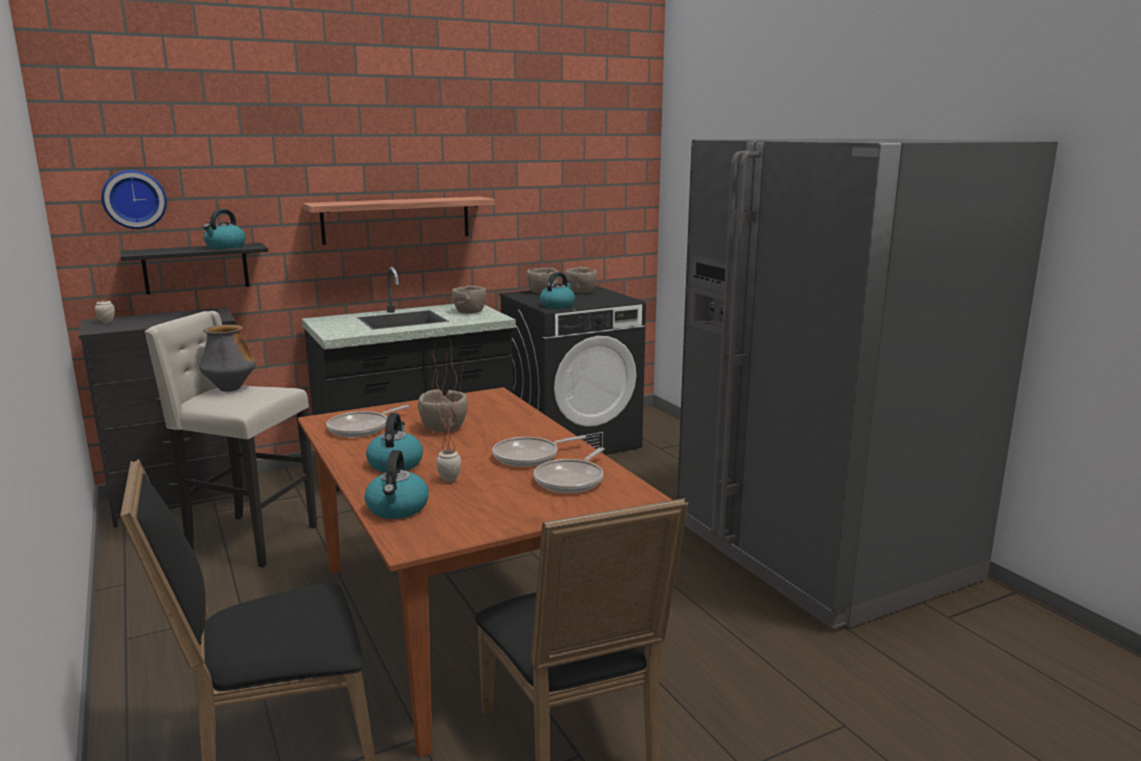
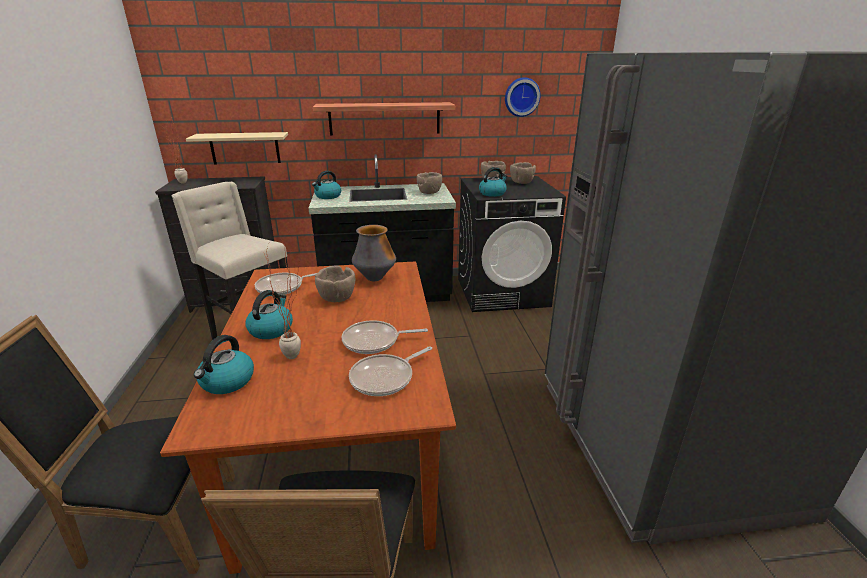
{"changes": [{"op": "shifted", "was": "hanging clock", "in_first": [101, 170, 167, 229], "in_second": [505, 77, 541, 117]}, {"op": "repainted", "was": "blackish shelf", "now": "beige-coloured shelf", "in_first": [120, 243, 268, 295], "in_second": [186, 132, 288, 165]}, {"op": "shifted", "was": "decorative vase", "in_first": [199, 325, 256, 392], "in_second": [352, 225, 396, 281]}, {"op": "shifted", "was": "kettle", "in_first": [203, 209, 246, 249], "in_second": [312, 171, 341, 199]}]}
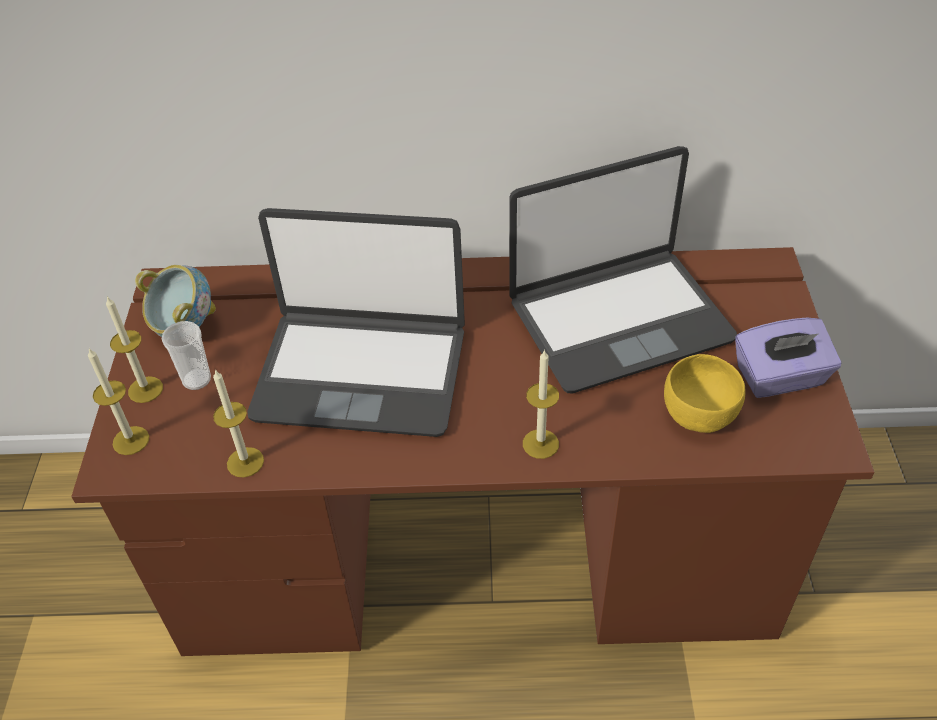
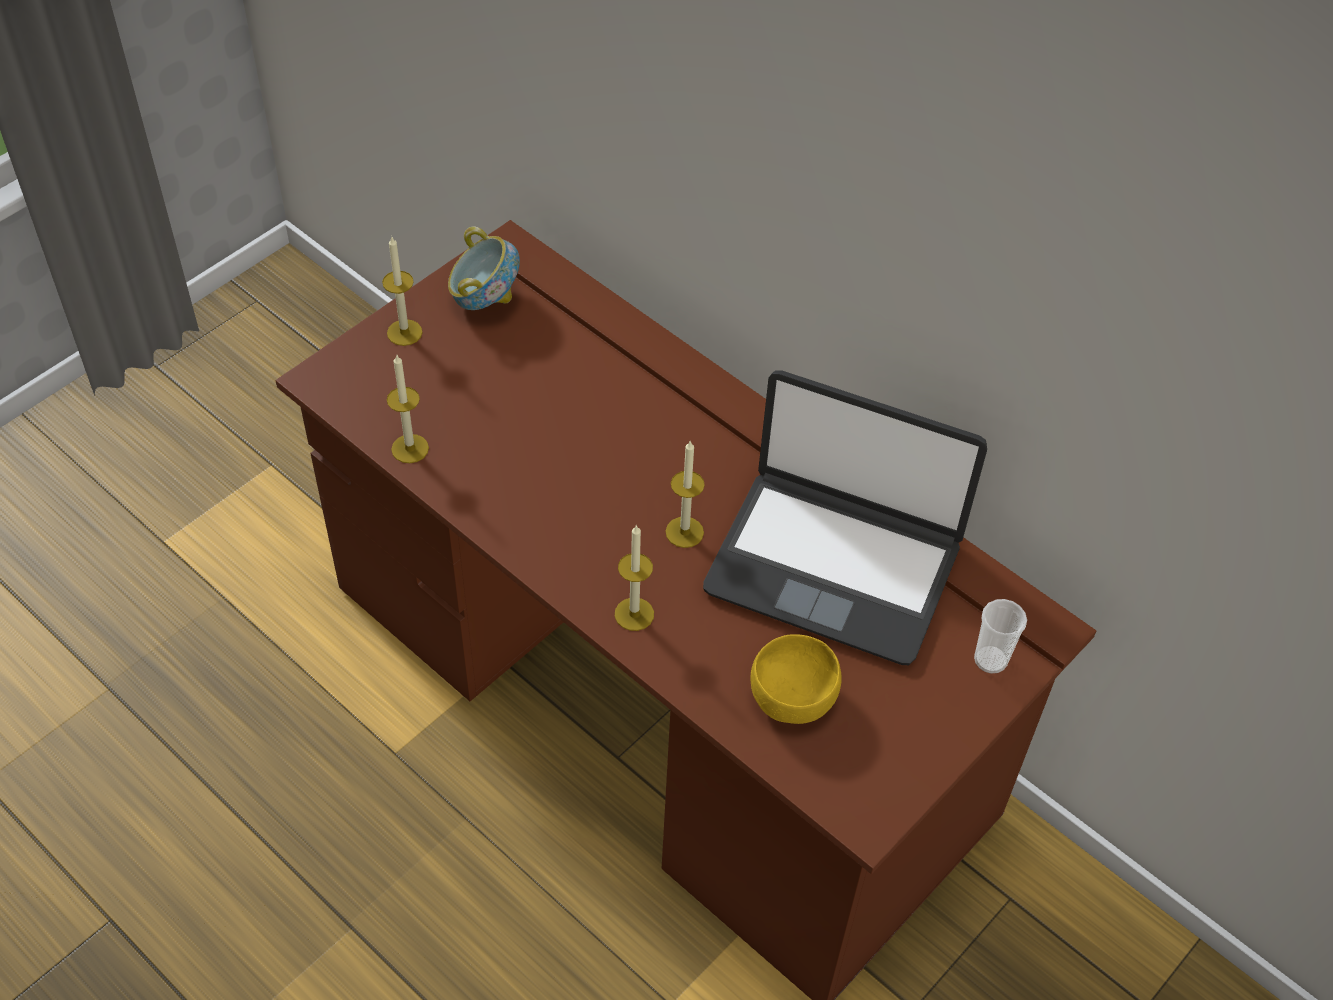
{"changes": [{"op": "shifted", "was": "wax candle", "in_first": [88, 348, 149, 455], "in_second": [666, 440, 705, 548]}, {"op": "shifted", "was": "drinking cup", "in_first": [162, 321, 211, 390], "in_second": [974, 599, 1027, 674]}, {"op": "gone", "was": "notebook computer", "in_first": [247, 208, 465, 437]}, {"op": "gone", "was": "purple-coloured tissue box", "in_first": [735, 318, 842, 398]}]}
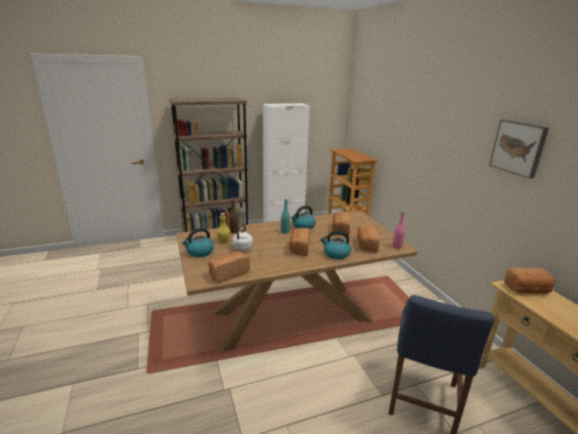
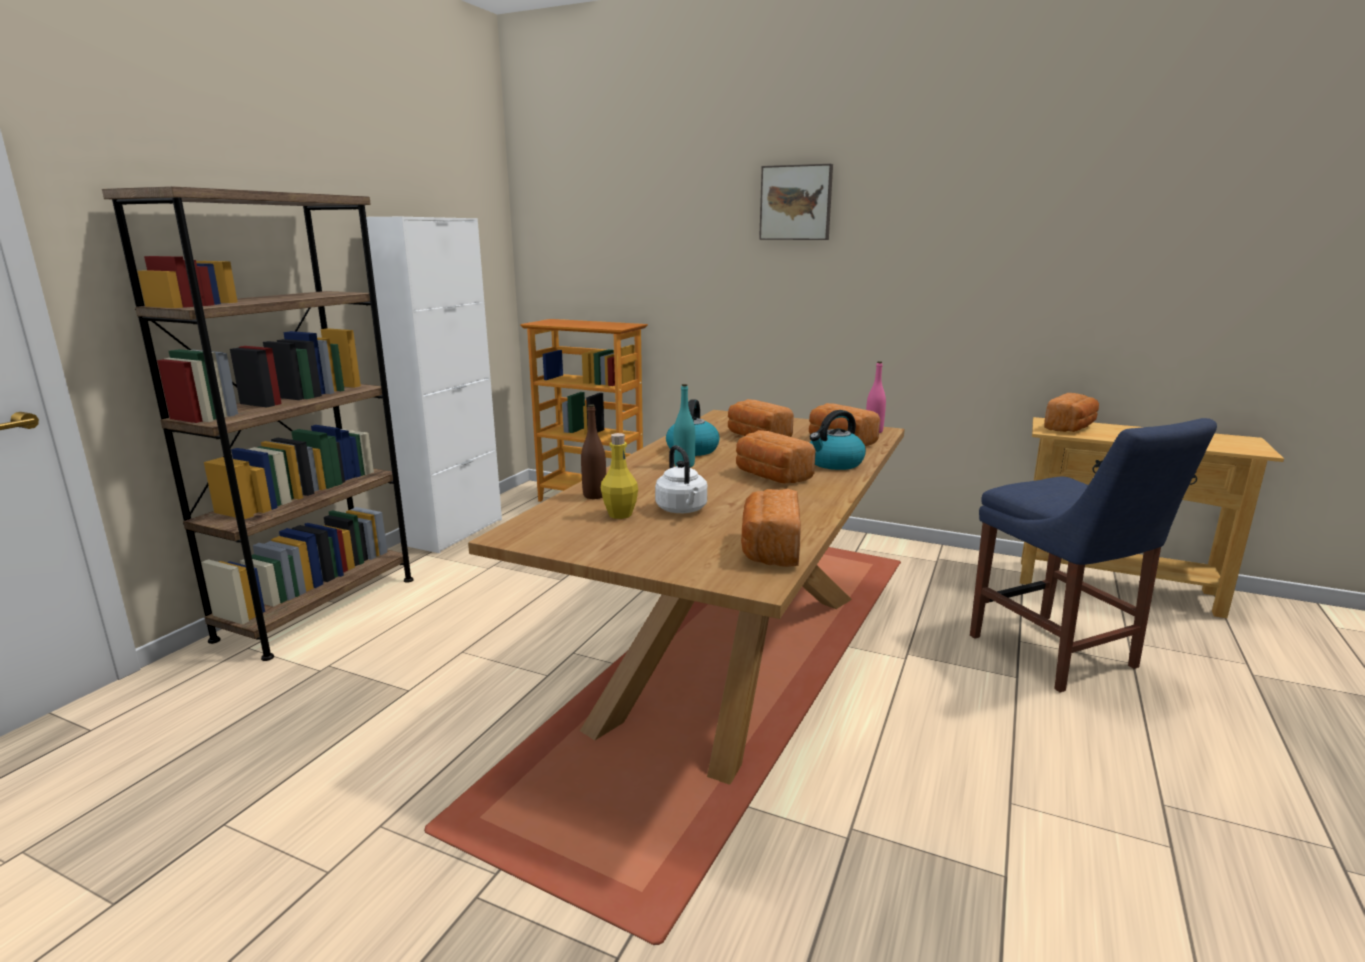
{"changes": [{"op": "gone", "was": "kettle", "in_first": [182, 228, 214, 257]}, {"op": "shifted", "was": "wall art", "in_first": [489, 120, 549, 178], "in_second": [759, 164, 833, 240]}]}
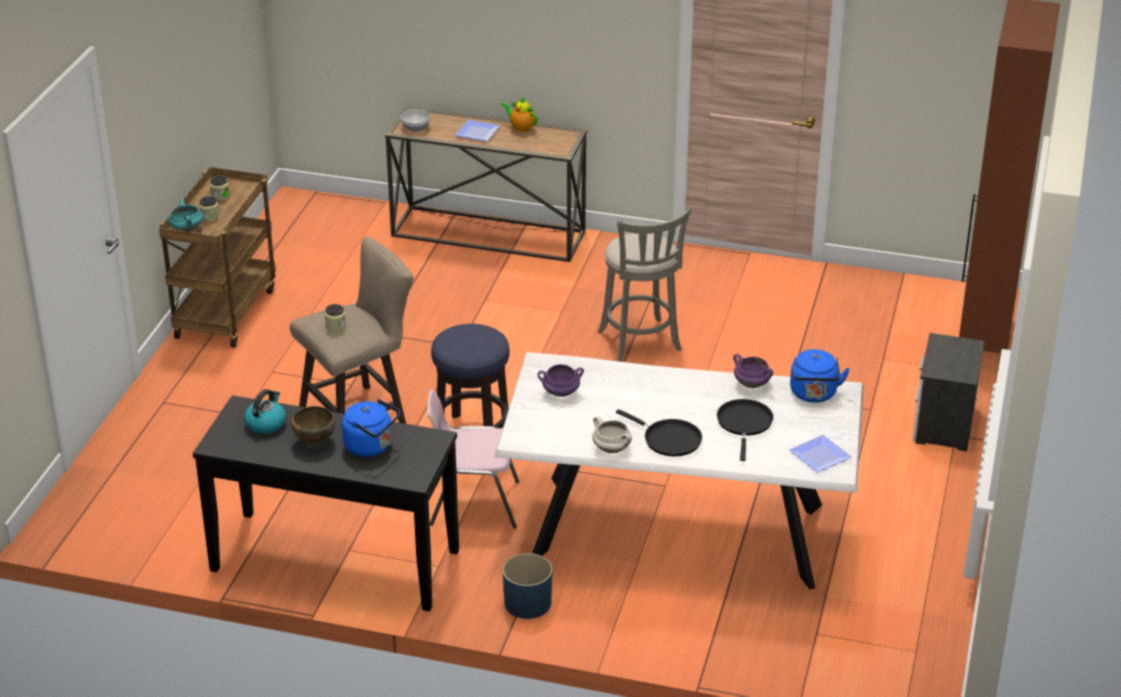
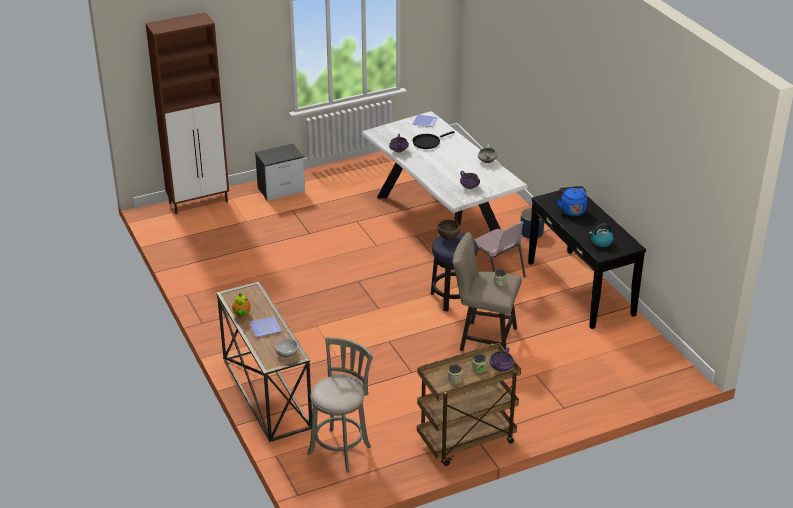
{"changes": [{"op": "repainted", "was": "turquoise-coloured cooking pot", "now": "purple-coloured cooking pot", "in_first": [168, 199, 203, 232], "in_second": [490, 347, 514, 372]}, {"op": "shifted", "was": "brown-coloured bowl", "in_first": [291, 406, 335, 444], "in_second": [437, 220, 460, 240]}, {"op": "shifted", "was": "greyish stool", "in_first": [598, 207, 691, 362], "in_second": [307, 337, 373, 472]}, {"op": "gone", "was": "blackish pan", "in_first": [616, 409, 702, 457]}, {"op": "gone", "was": "blue kettle", "in_first": [790, 349, 850, 403]}]}
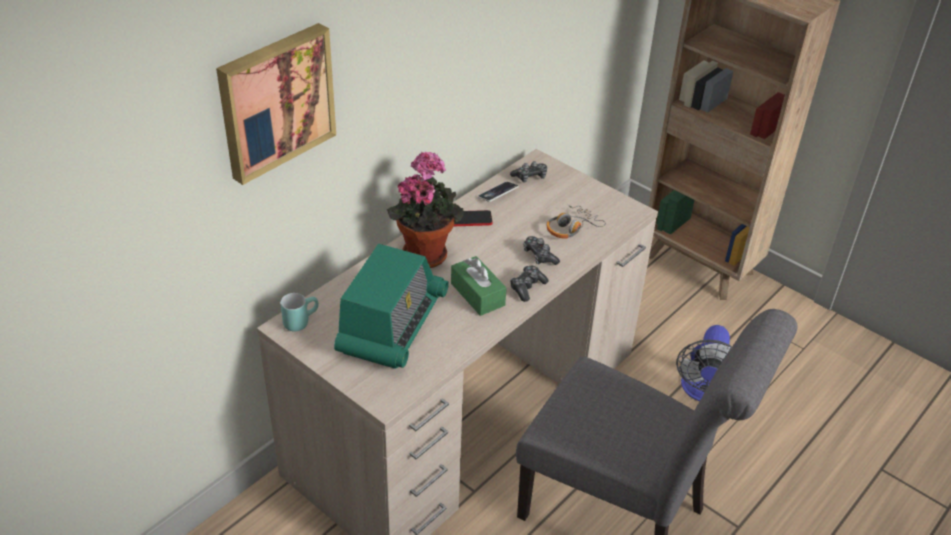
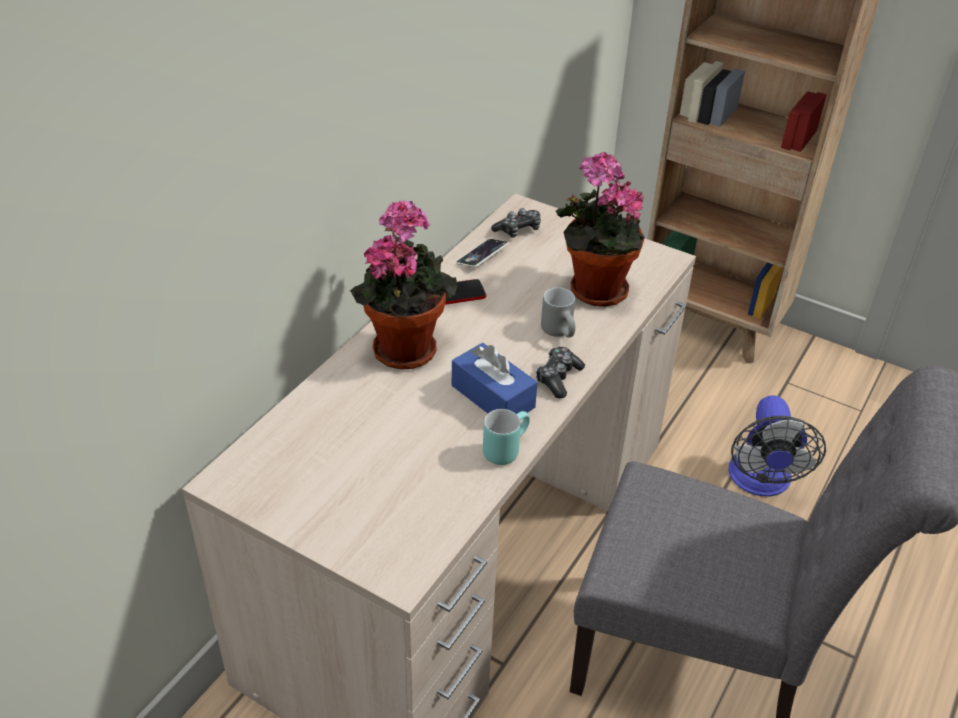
{"changes": [{"op": "gone", "was": "wall art", "in_first": [216, 23, 336, 185]}, {"op": "shifted", "was": "turquoise-coloured coffee mug", "in_first": [280, 293, 319, 331], "in_second": [483, 409, 530, 465]}, {"op": "gone", "was": "radio receiver", "in_first": [334, 244, 449, 369]}, {"op": "repainted", "was": "green-coloured tissue box", "now": "blue tissue box", "in_first": [451, 256, 506, 316], "in_second": [452, 343, 538, 414]}, {"op": "swapped", "was": "gamepad", "now": "greyish coffee mug", "in_first": [523, 236, 560, 265], "in_second": [541, 287, 575, 337]}, {"op": "swapped", "was": "headphones", "now": "houseplant", "in_first": [546, 205, 606, 239], "in_second": [556, 152, 645, 307]}]}
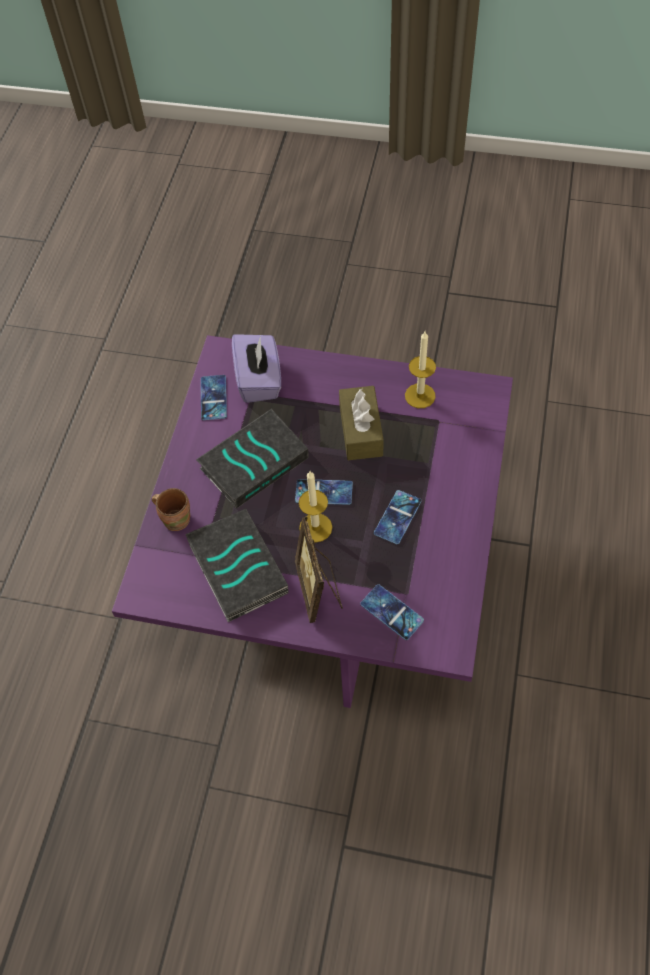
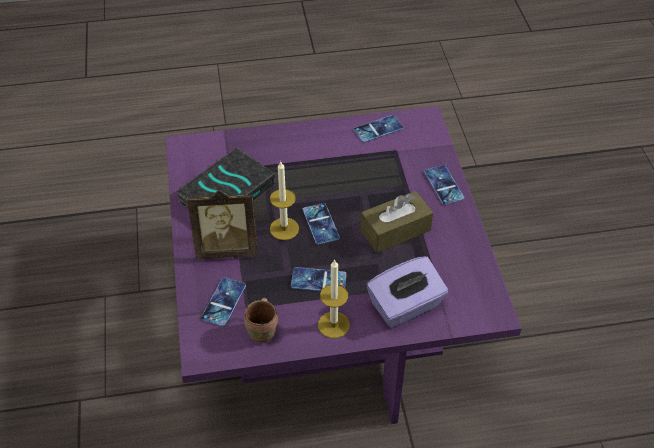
{"changes": [{"op": "shifted", "was": "brown-coloured coffee mug", "in_first": [152, 488, 190, 531], "in_second": [244, 298, 278, 343]}, {"op": "gone", "was": "volume", "in_first": [196, 409, 309, 509]}, {"op": "shifted", "was": "purple-coloured tissue box", "in_first": [232, 334, 281, 403], "in_second": [366, 256, 448, 328]}, {"op": "rotated", "was": "picture frame", "in_first": [295, 517, 343, 623], "in_second": [187, 190, 258, 259], "clockwise": -150}, {"op": "shifted", "was": "wax candle", "in_first": [405, 332, 436, 408], "in_second": [318, 259, 350, 338]}, {"op": "new", "now": "telephone", "in_second": [424, 165, 464, 205]}]}
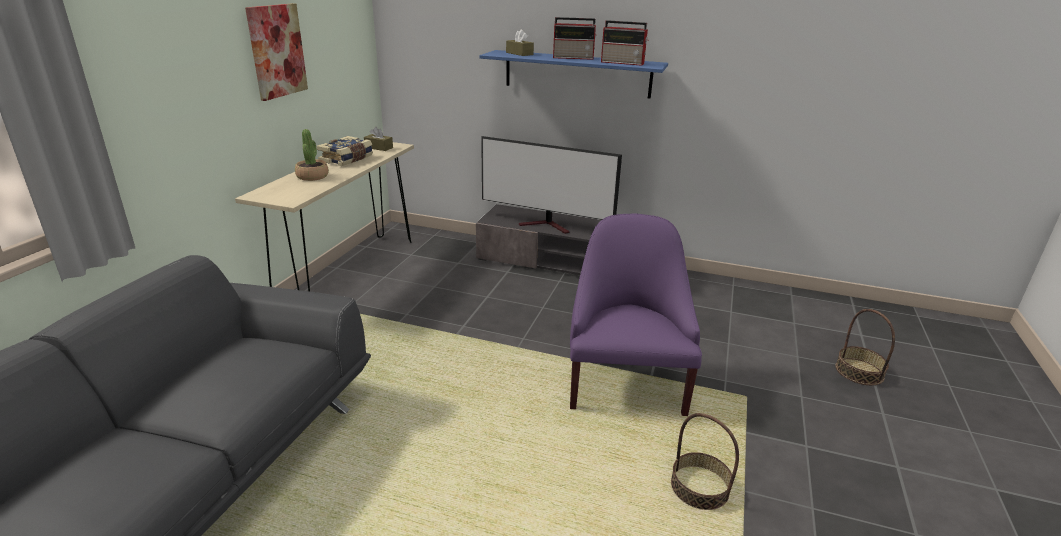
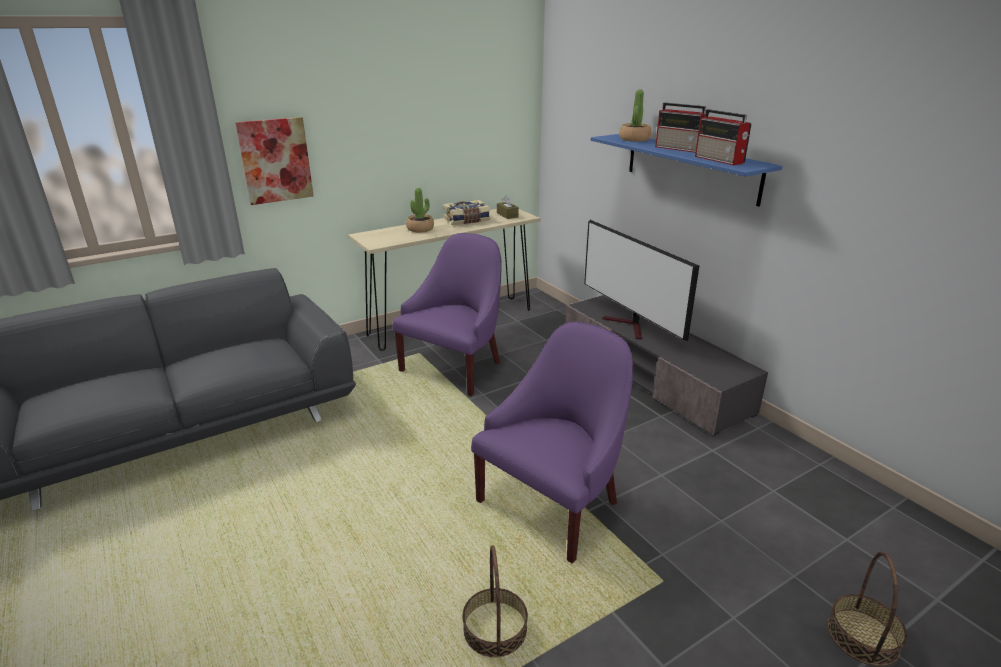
{"changes": [{"op": "shifted", "was": "wall art", "in_first": [245, 3, 308, 101], "in_second": [235, 117, 314, 205]}, {"op": "swapped", "was": "brown-coloured tissue box", "now": "houseplant", "in_first": [506, 30, 534, 56], "in_second": [619, 89, 651, 142]}, {"op": "new", "now": "purple-coloured armchair", "in_second": [392, 233, 502, 396]}]}
